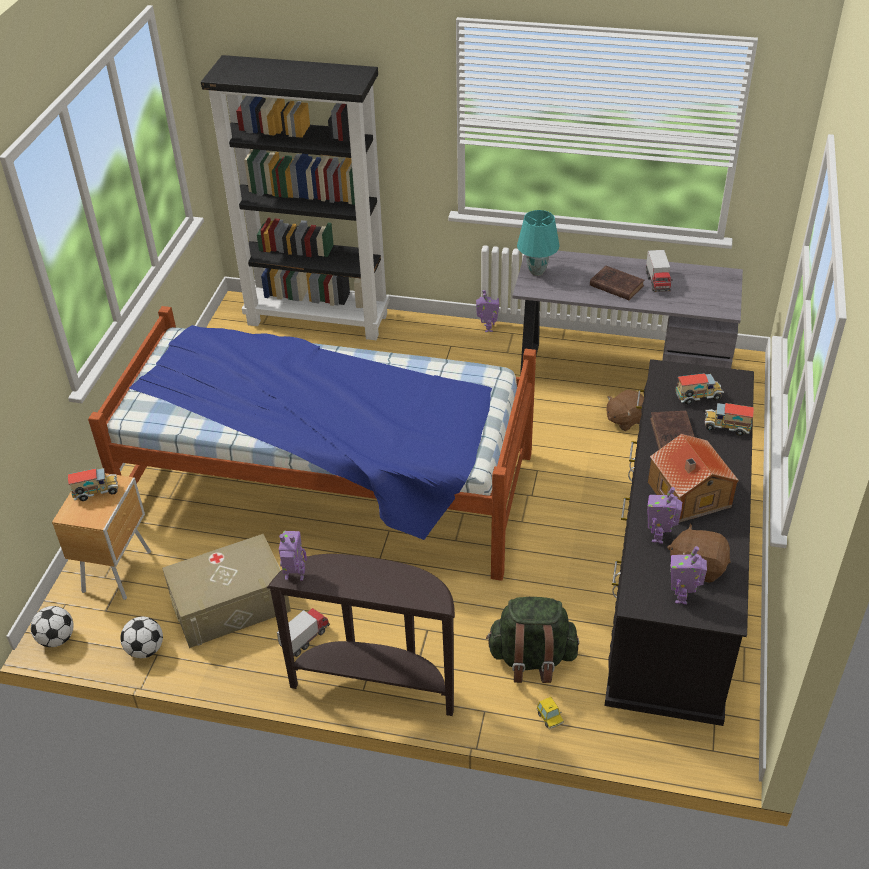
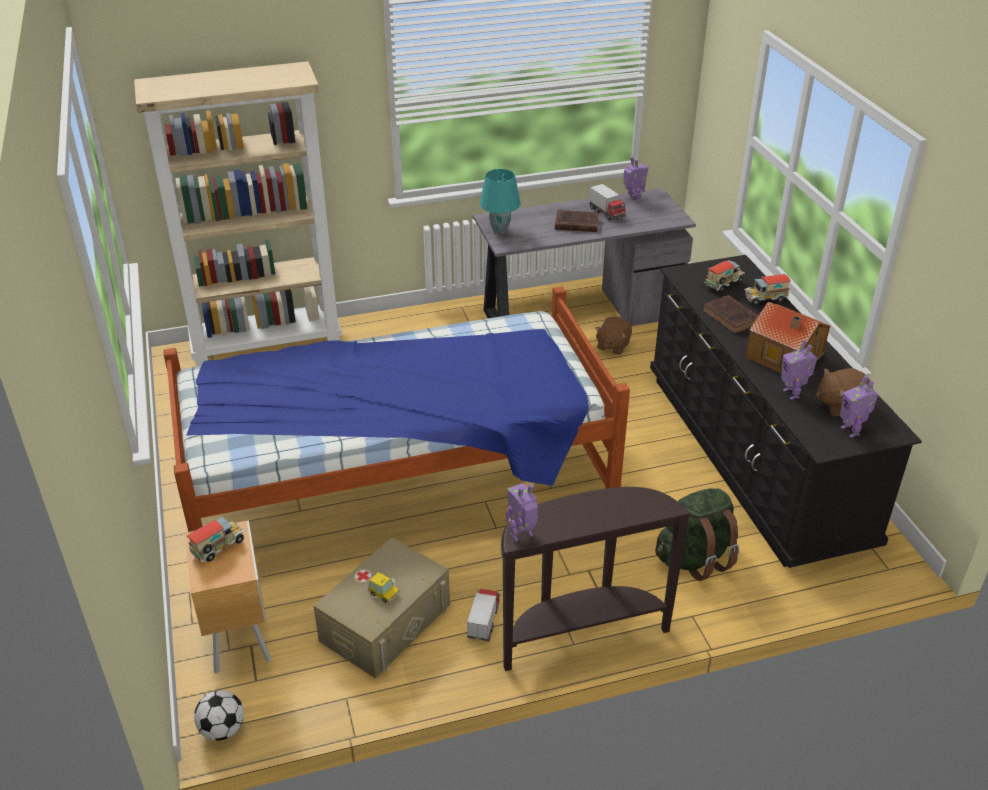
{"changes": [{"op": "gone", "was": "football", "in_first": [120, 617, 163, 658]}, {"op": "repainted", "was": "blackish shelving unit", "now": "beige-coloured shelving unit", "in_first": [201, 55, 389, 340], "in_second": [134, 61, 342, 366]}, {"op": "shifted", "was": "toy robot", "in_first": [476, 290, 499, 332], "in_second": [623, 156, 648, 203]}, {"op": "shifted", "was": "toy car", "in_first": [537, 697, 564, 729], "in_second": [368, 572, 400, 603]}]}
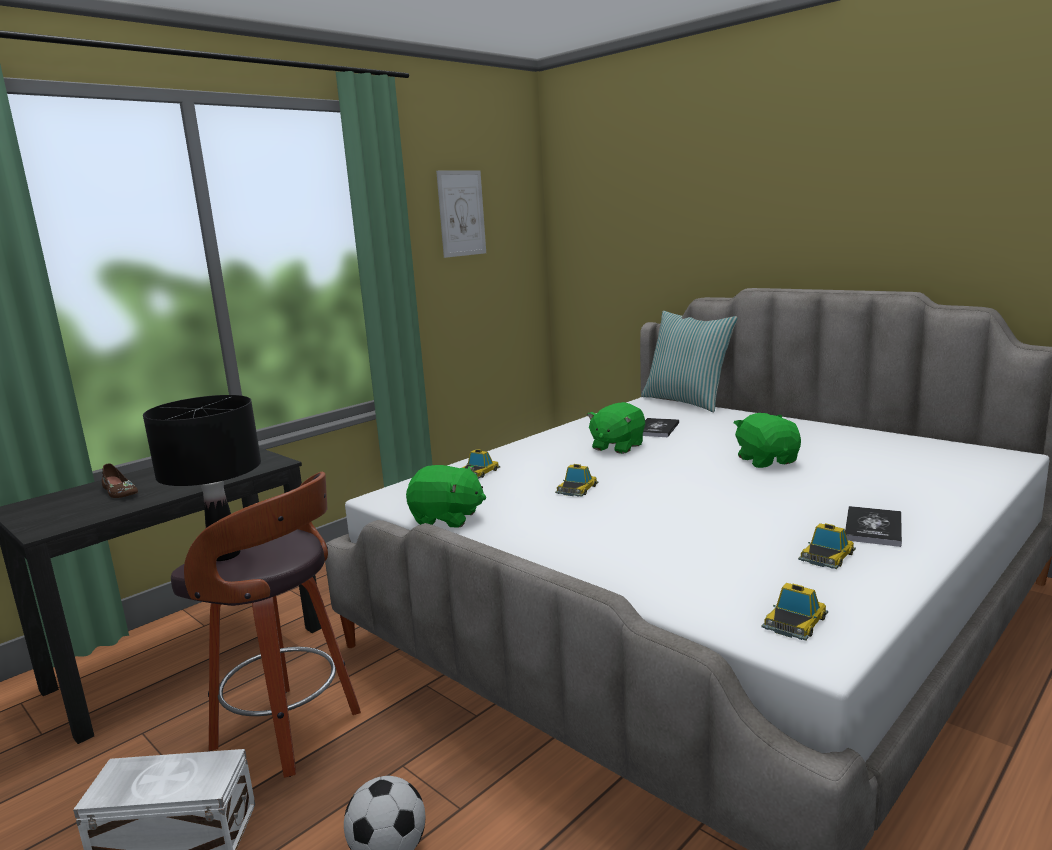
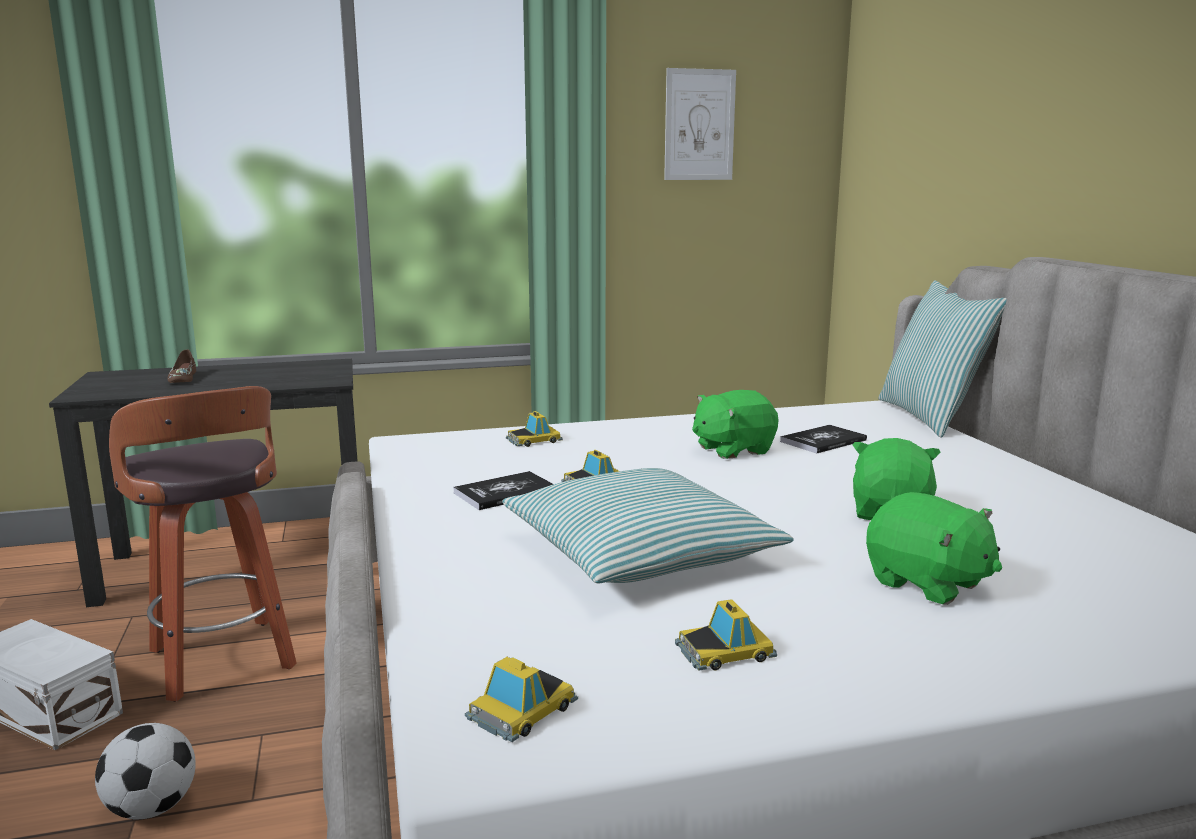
{"changes": [{"op": "gone", "was": "blackish lamp for a table", "in_first": [143, 395, 261, 561]}, {"op": "shifted", "was": "green-coloured plush toy", "in_first": [406, 465, 486, 527], "in_second": [866, 492, 1002, 605]}, {"op": "rotated", "was": "toy car", "in_first": [762, 583, 828, 641], "in_second": [465, 657, 578, 742], "clockwise": 150}, {"op": "shifted", "was": "volume", "in_first": [845, 506, 902, 547], "in_second": [453, 471, 553, 510]}, {"op": "new", "now": "pillow", "in_second": [502, 468, 794, 584]}]}
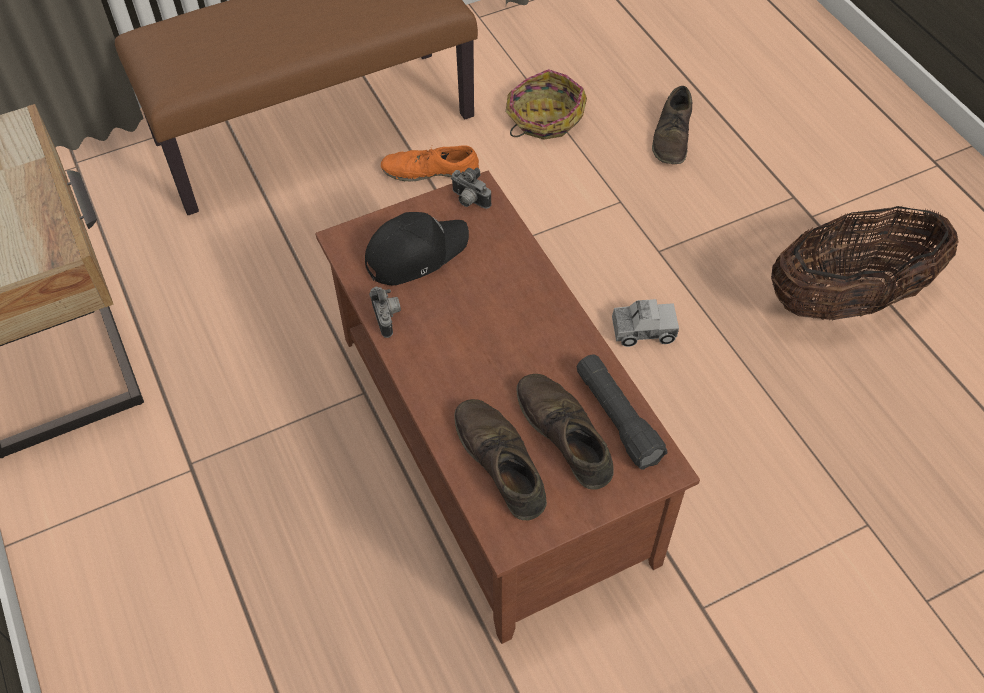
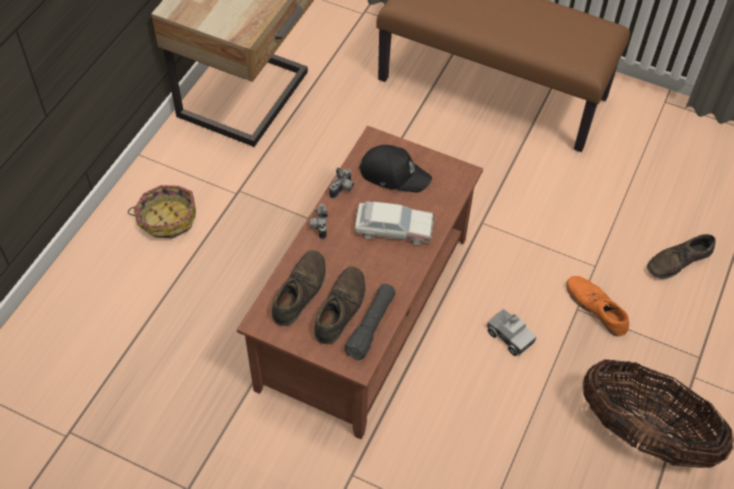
{"changes": [{"op": "shifted", "was": "orange low shoe", "in_first": [381, 145, 479, 182], "in_second": [566, 276, 629, 337]}, {"op": "shifted", "was": "photo camera", "in_first": [451, 167, 492, 209], "in_second": [310, 204, 328, 239]}, {"op": "shifted", "was": "storage basket", "in_first": [506, 69, 587, 140], "in_second": [128, 185, 196, 238]}, {"op": "new", "now": "toy car", "in_second": [355, 201, 434, 245]}]}
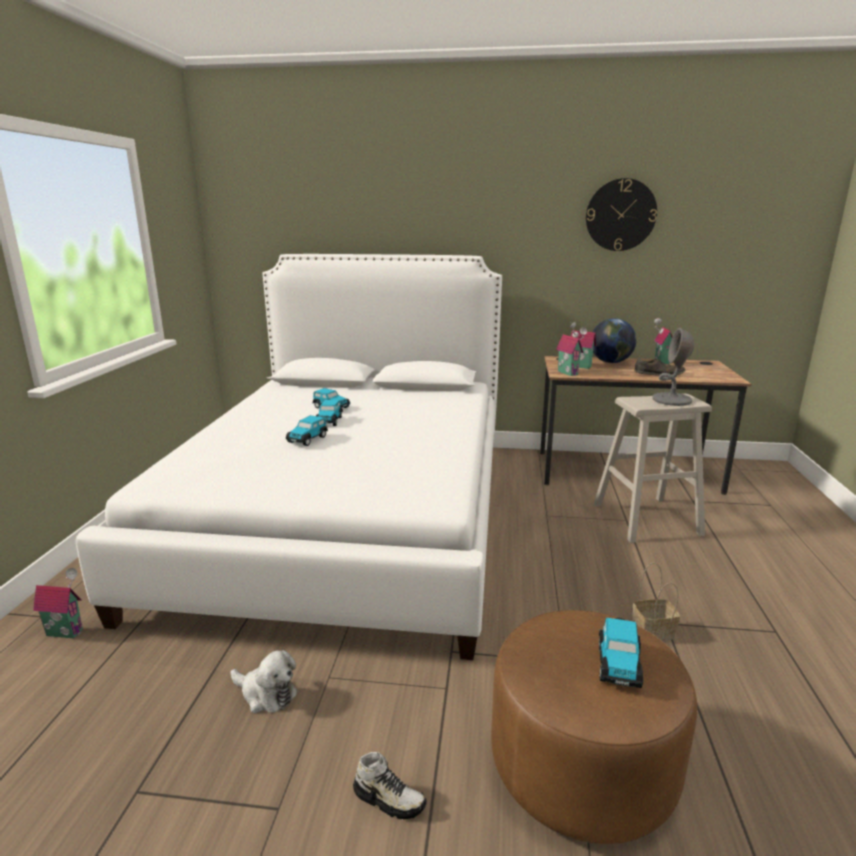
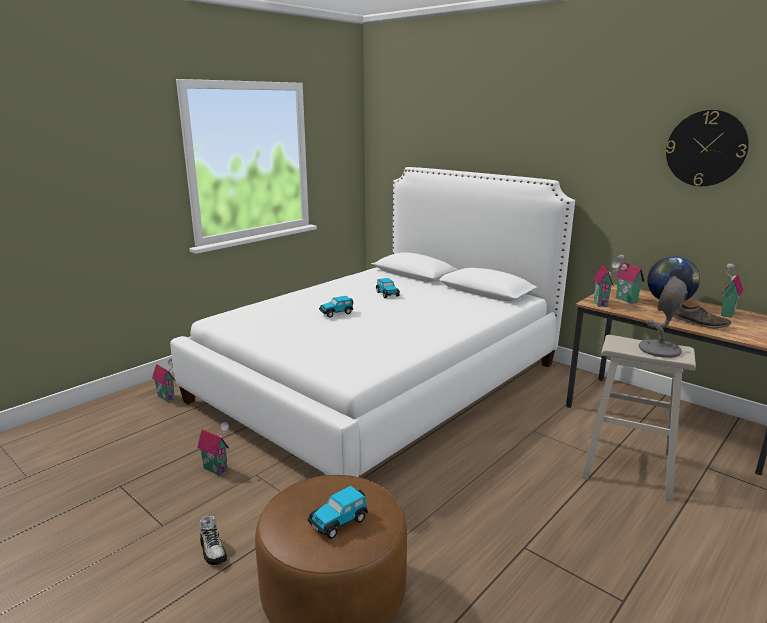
{"changes": [{"op": "swapped", "was": "plush toy", "now": "model house", "in_first": [230, 650, 297, 713], "in_second": [197, 422, 229, 476]}, {"op": "gone", "was": "toy car", "in_first": [316, 400, 343, 426]}, {"op": "gone", "was": "storage basket", "in_first": [632, 563, 680, 641]}]}
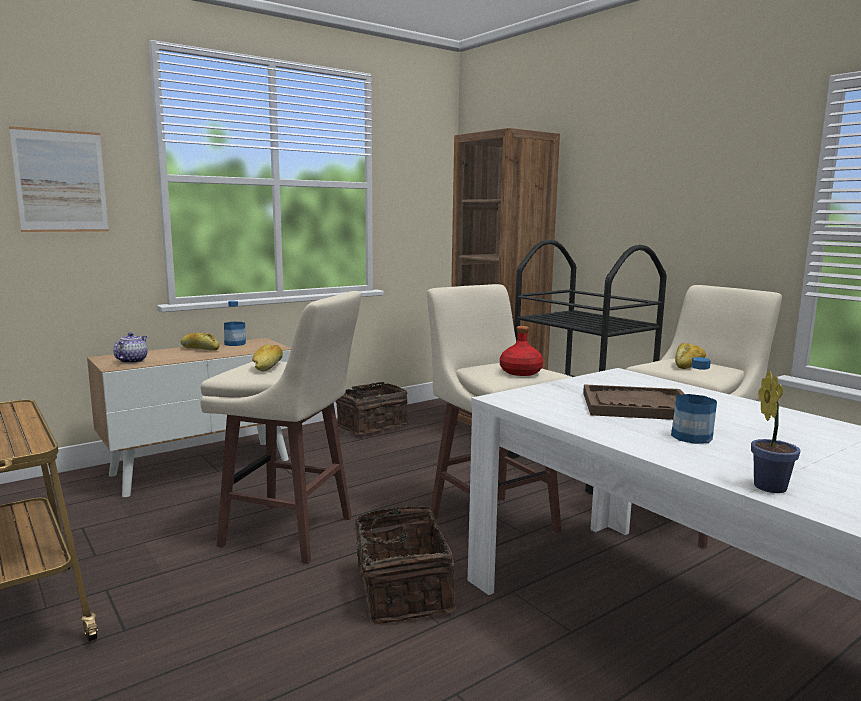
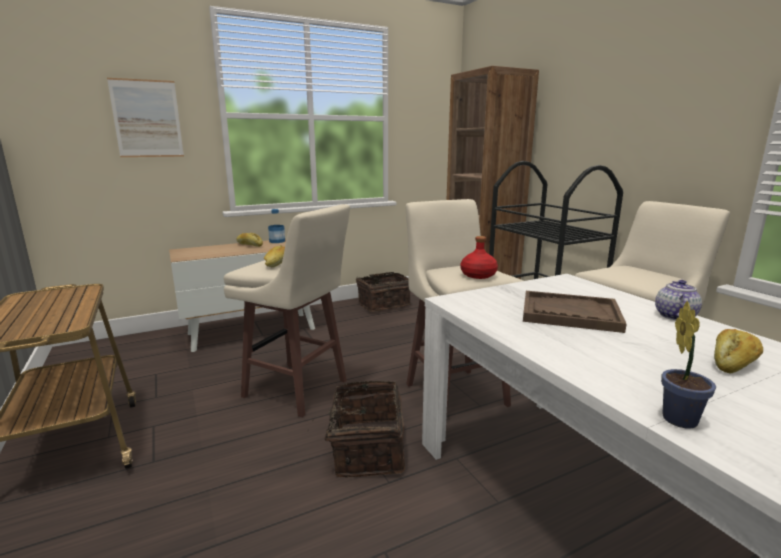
{"changes": [{"op": "shifted", "was": "teapot", "in_first": [113, 332, 148, 363], "in_second": [655, 280, 702, 320]}, {"op": "gone", "was": "bottle", "in_first": [671, 357, 717, 444]}, {"op": "shifted", "was": "baked bread", "in_first": [675, 343, 706, 369], "in_second": [714, 329, 763, 374]}]}
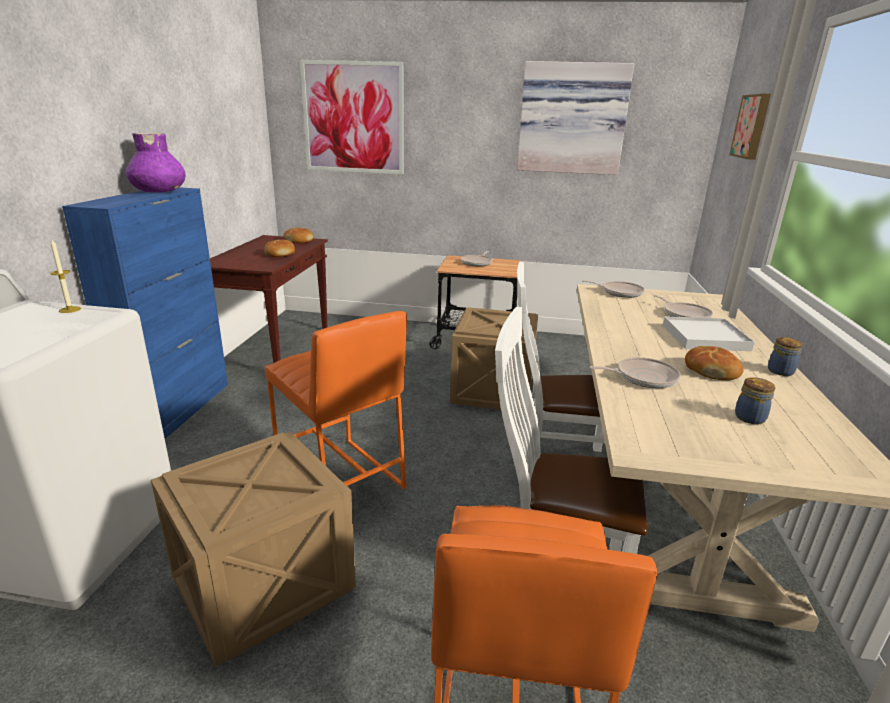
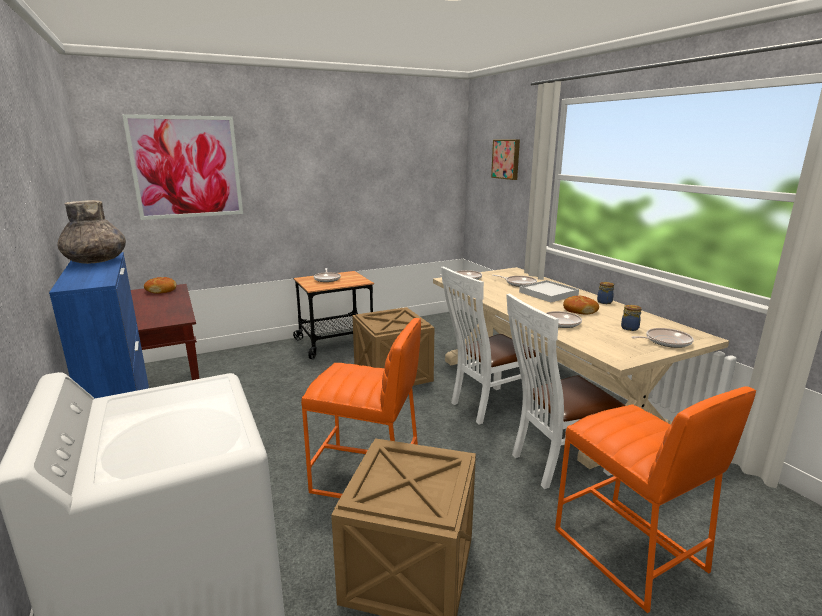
{"changes": [{"op": "gone", "was": "wax candle", "in_first": [50, 240, 81, 313]}, {"op": "repainted", "was": "purple-coloured decorative vase", "now": "greyish decorative vase", "in_first": [126, 133, 186, 193], "in_second": [57, 200, 126, 264]}, {"op": "gone", "was": "baked bread", "in_first": [265, 240, 295, 257]}, {"op": "gone", "was": "wall art", "in_first": [517, 61, 634, 175]}, {"op": "new", "now": "pan", "in_second": [631, 328, 694, 348]}]}
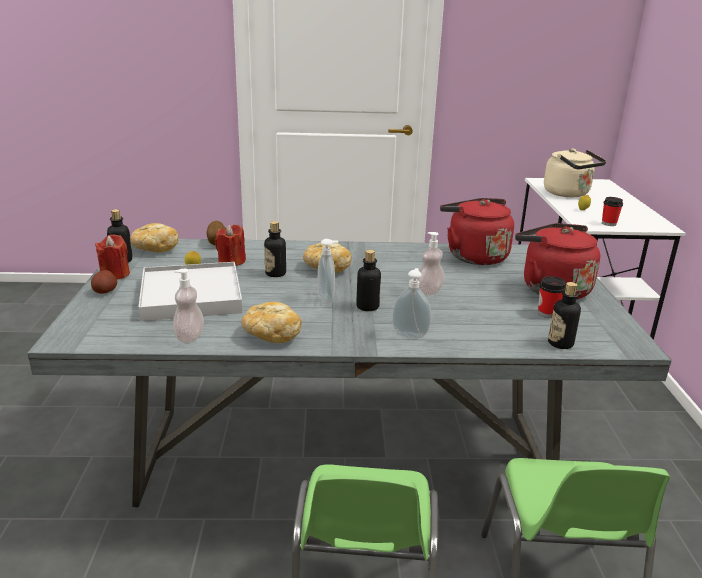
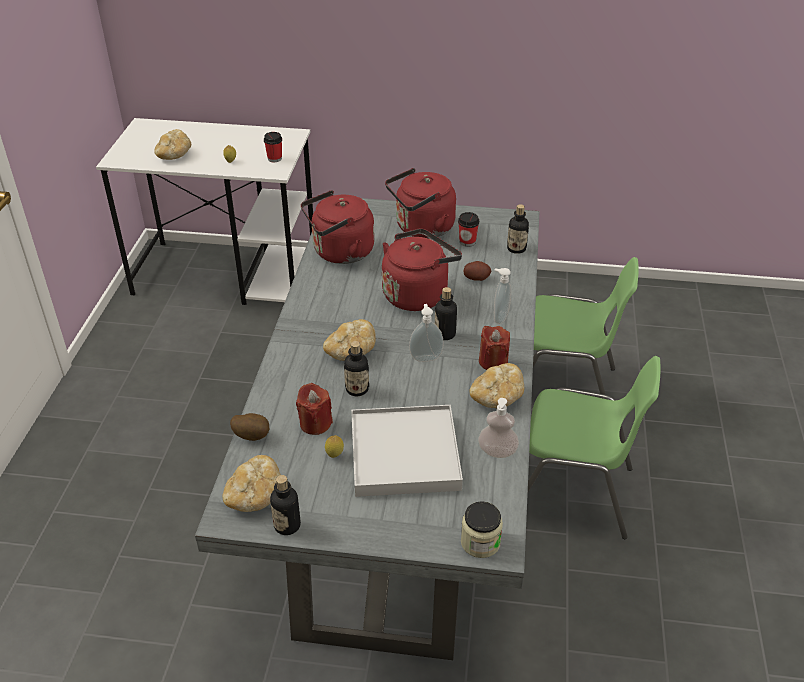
{"changes": [{"op": "shifted", "was": "spud", "in_first": [91, 270, 118, 294], "in_second": [463, 261, 491, 281]}, {"op": "shifted", "was": "red-coloured wax candle", "in_first": [95, 234, 130, 280], "in_second": [479, 326, 510, 370]}, {"op": "swapped", "was": "soap bottle", "now": "red-coloured kettle", "in_first": [416, 232, 445, 295], "in_second": [382, 228, 462, 311]}, {"op": "swapped", "was": "beige-coloured kettle", "now": "baked bread", "in_first": [544, 148, 606, 197], "in_second": [154, 129, 191, 160]}, {"op": "new", "now": "jar", "in_second": [461, 501, 503, 558]}]}
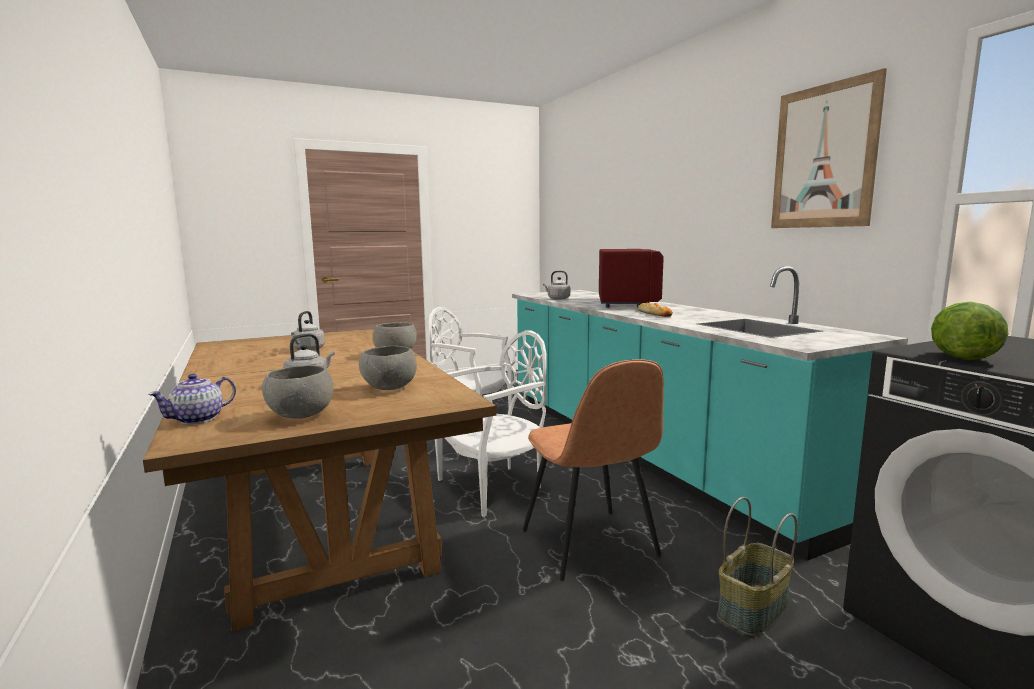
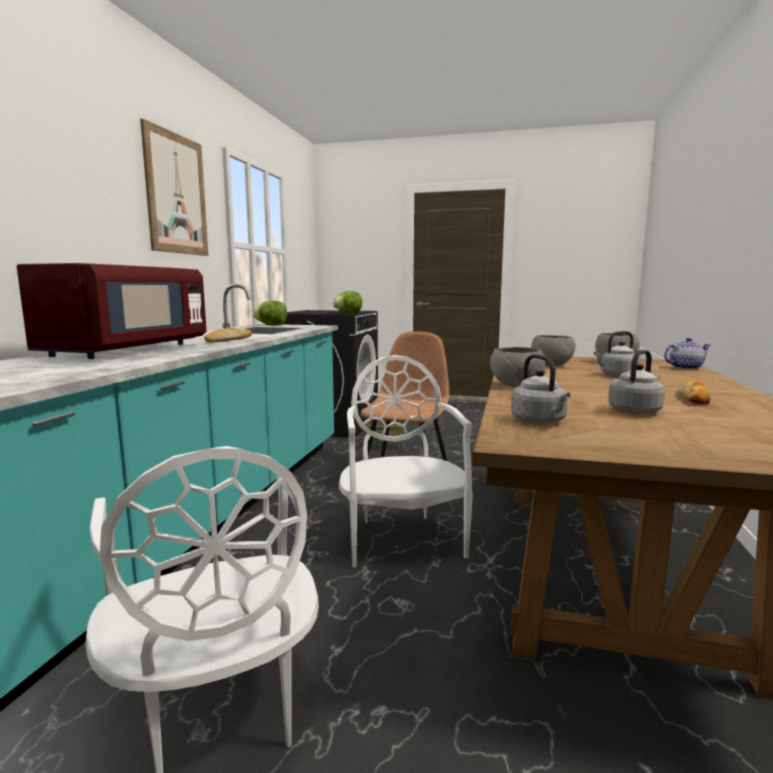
{"changes": [{"op": "rotated", "was": "whitish plain chair", "in_first": [435, 330, 546, 517], "in_second": [339, 355, 473, 567], "clockwise": 75}, {"op": "shifted", "was": "greyish kettle", "in_first": [543, 271, 570, 300], "in_second": [511, 354, 570, 424]}, {"op": "rotated", "was": "red-coloured microwave oven", "in_first": [599, 249, 664, 308], "in_second": [17, 263, 206, 359], "clockwise": 150}, {"op": "new", "now": "lettuce head", "in_second": [253, 301, 287, 326]}, {"op": "new", "now": "baked bread", "in_second": [679, 378, 711, 405]}]}
